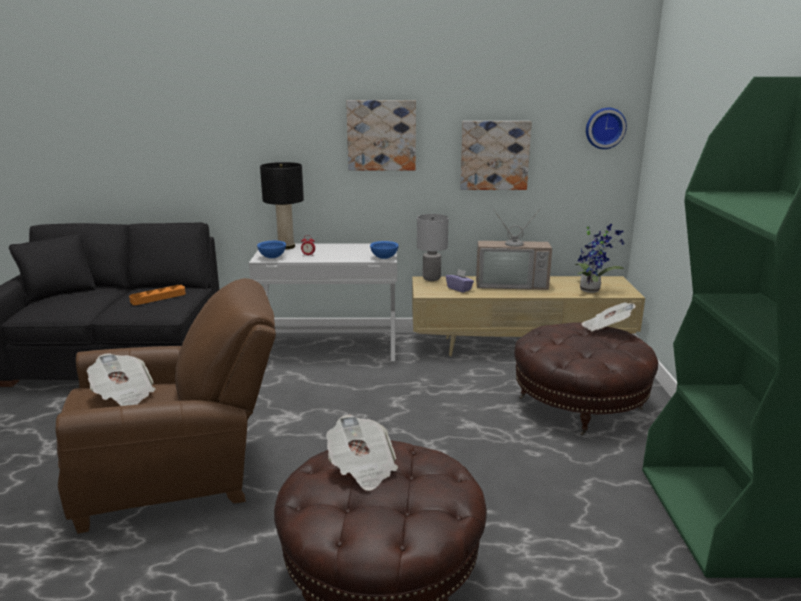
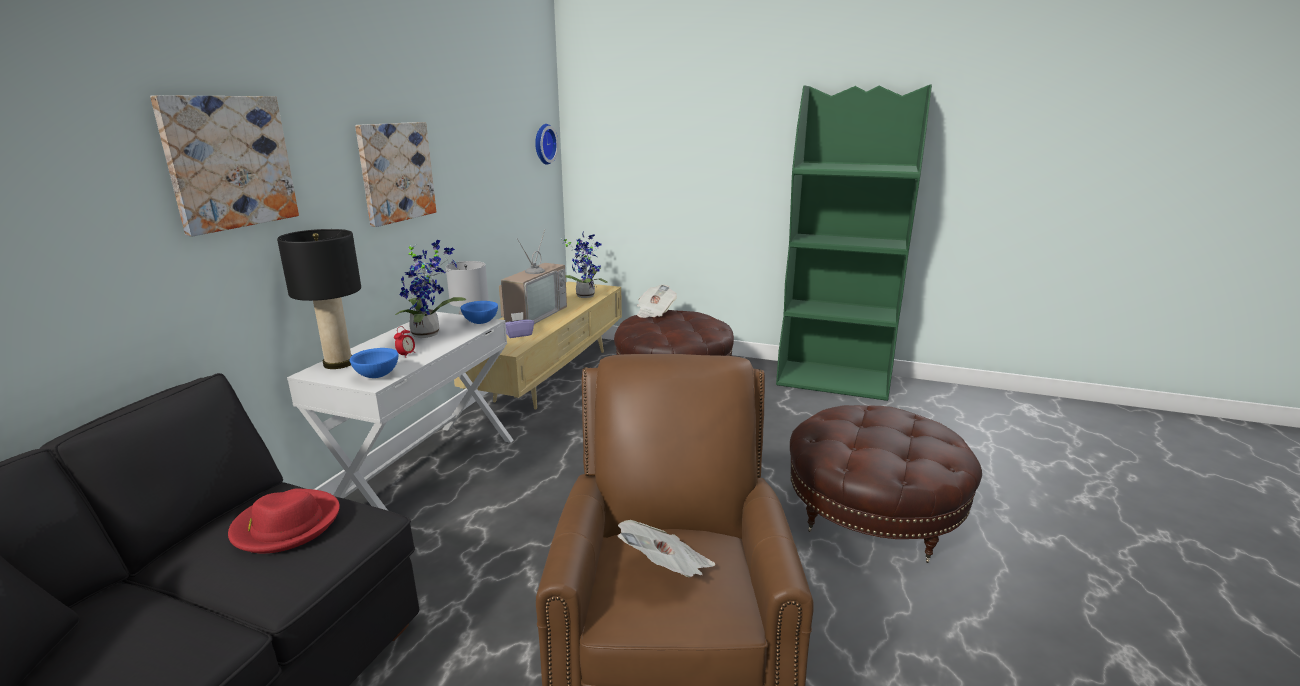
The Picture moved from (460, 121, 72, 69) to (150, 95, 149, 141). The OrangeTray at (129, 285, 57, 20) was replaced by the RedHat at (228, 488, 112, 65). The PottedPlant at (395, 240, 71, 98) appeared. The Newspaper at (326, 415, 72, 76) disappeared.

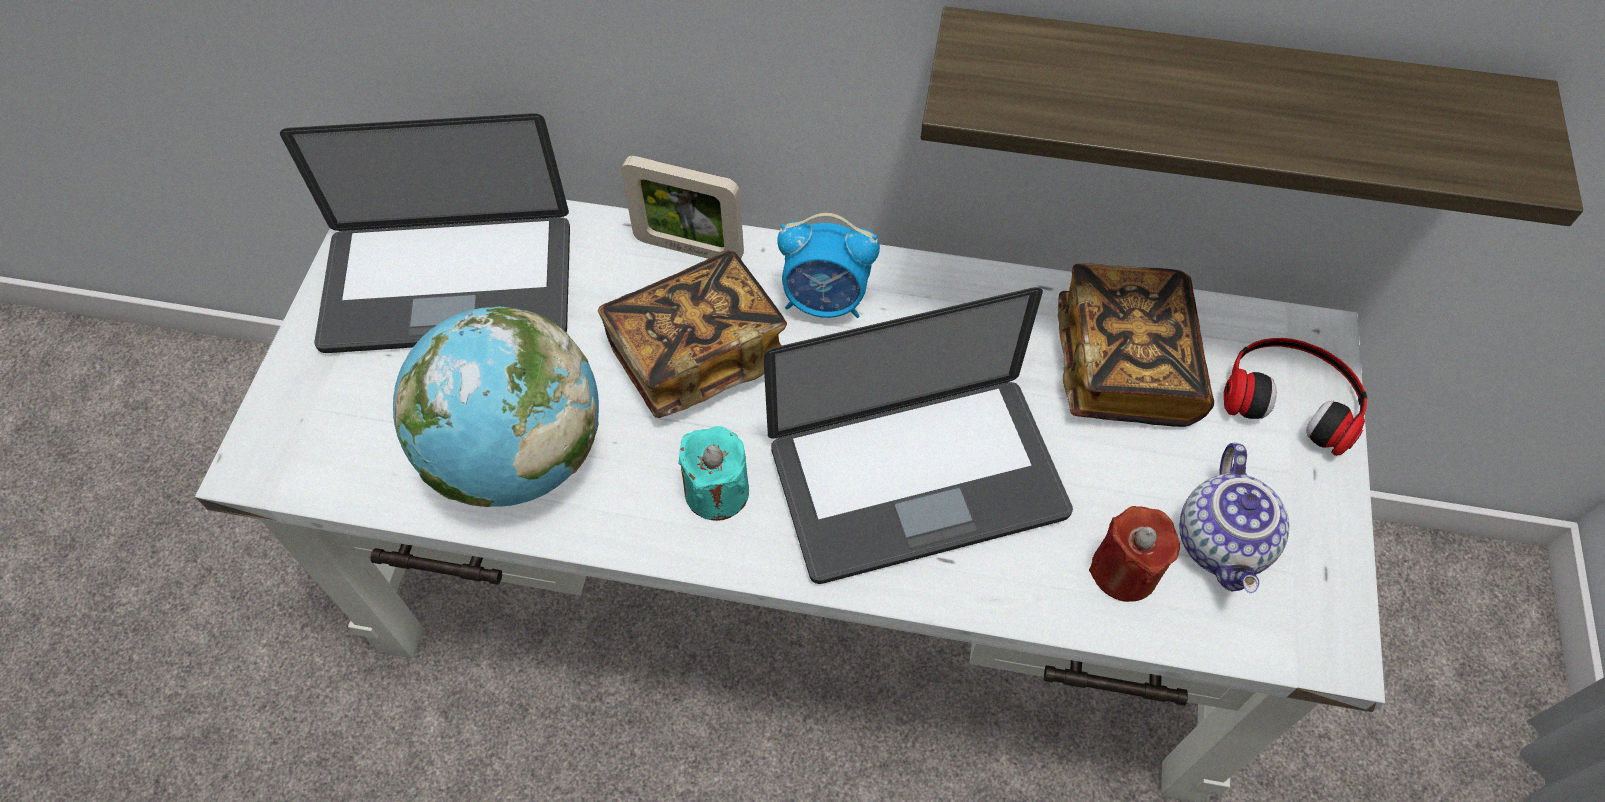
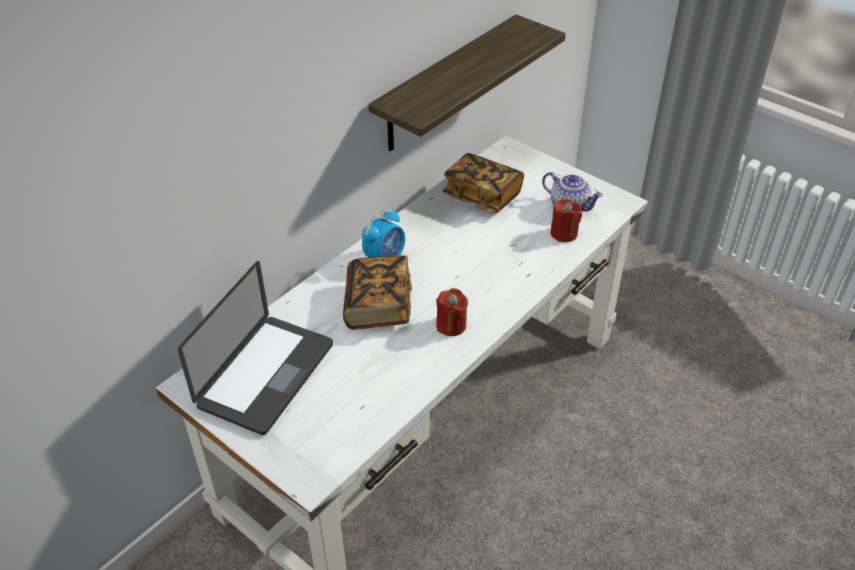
The TurquoiseCandle at (678, 426, 71, 95) became the RedCandle at (436, 288, 32, 48). The Globe at (393, 306, 206, 201) disappeared. The PictureFrame at (621, 156, 123, 103) disappeared. The Laptop at (763, 287, 310, 297) disappeared. The Headphones at (1223, 338, 144, 118) disappeared.

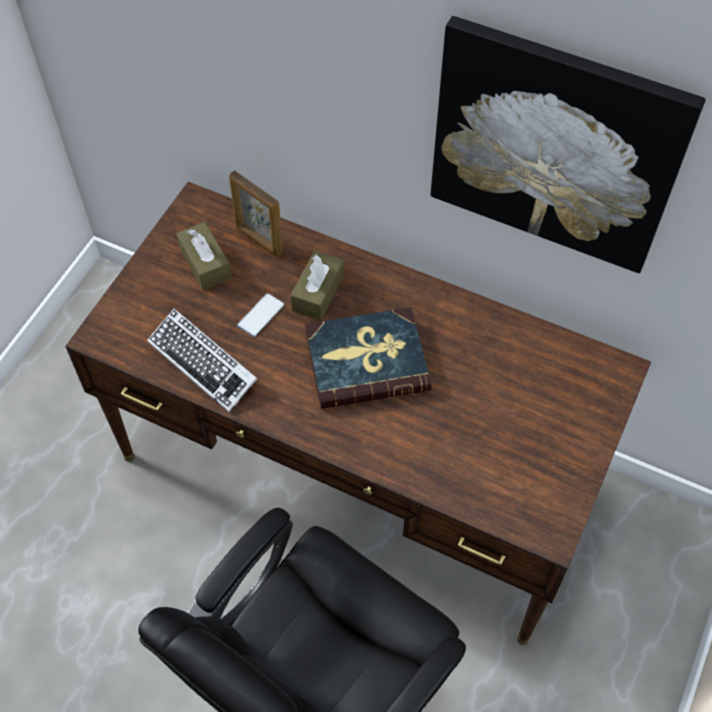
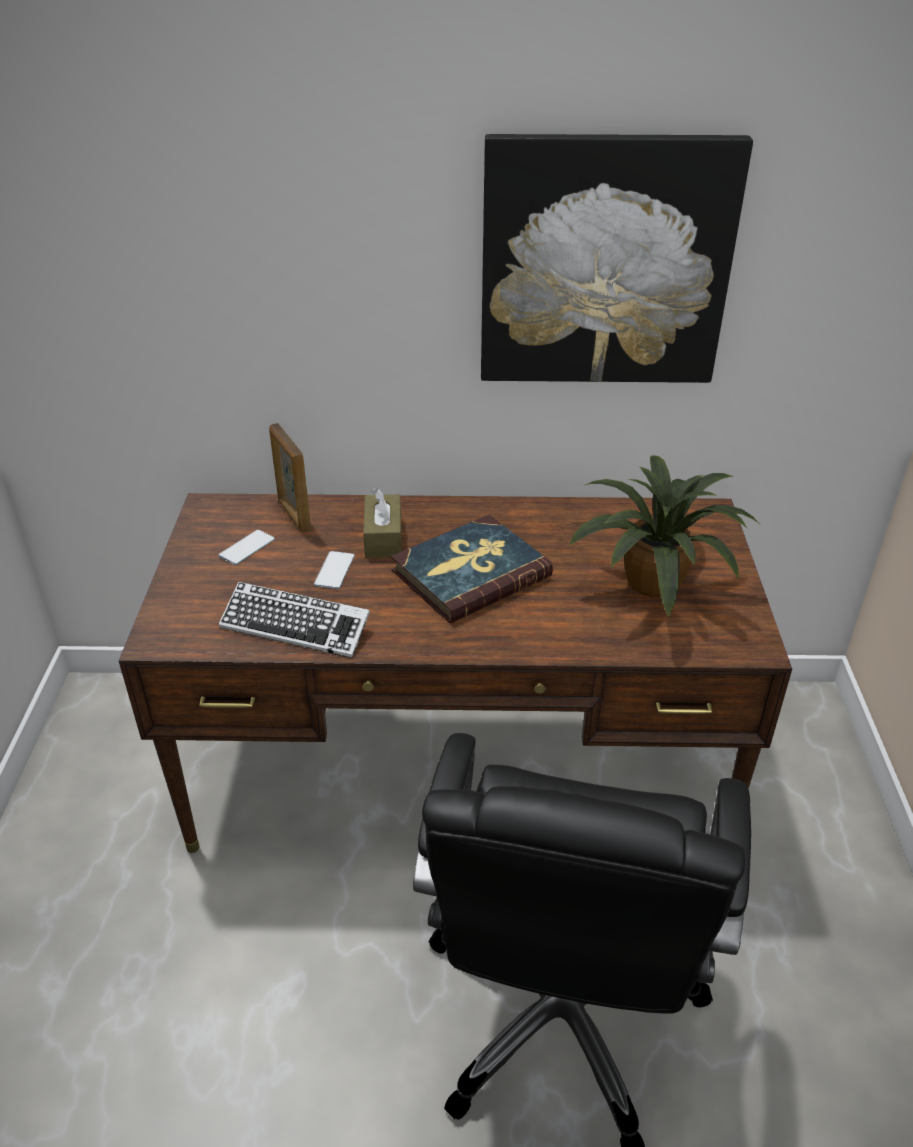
The BrownTissueBox at (176, 222, 56, 68) was replaced by the Phone at (218, 530, 57, 35). The PictureFrame at (229, 170, 54, 87) turned 45 degrees clockwise. The PottedPlant at (569, 455, 190, 163) appeared.

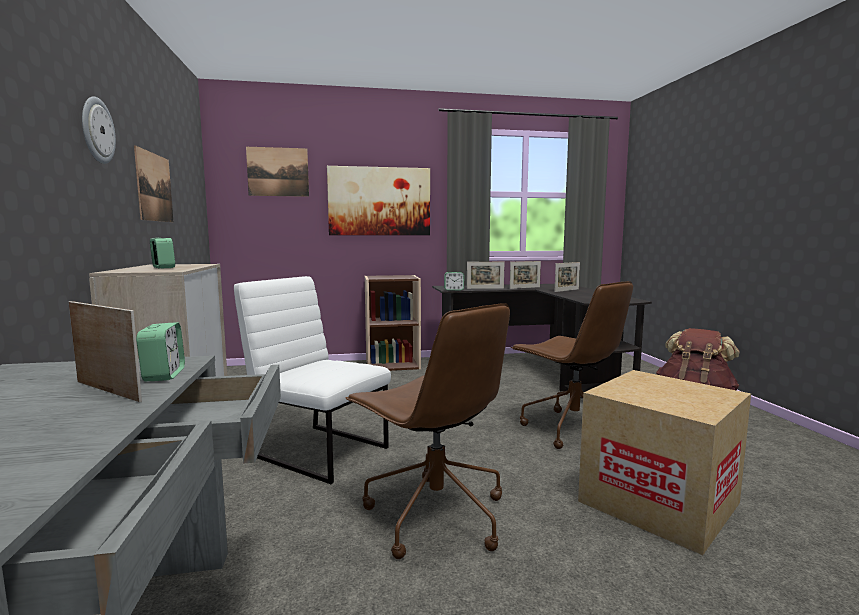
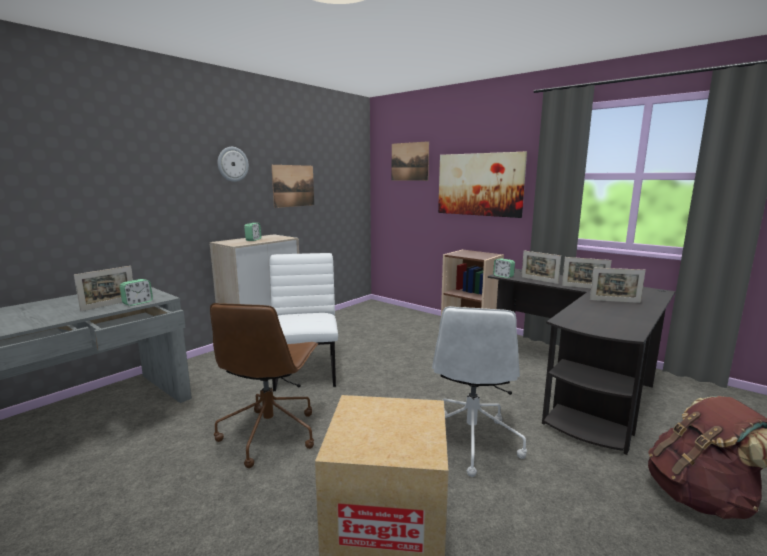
The PictureFrame at (69, 301, 73, 101) turned 45 degrees clockwise. The BrownOfficeChair at (511, 281, 122, 168) became the WhiteOfficeChair at (432, 306, 95, 171).

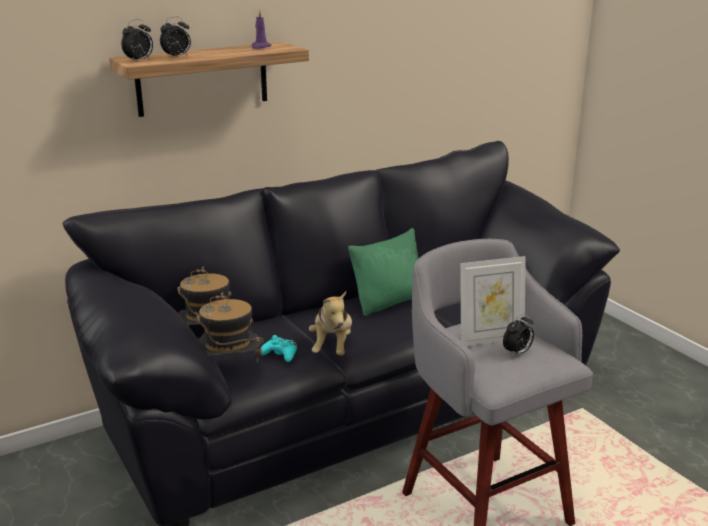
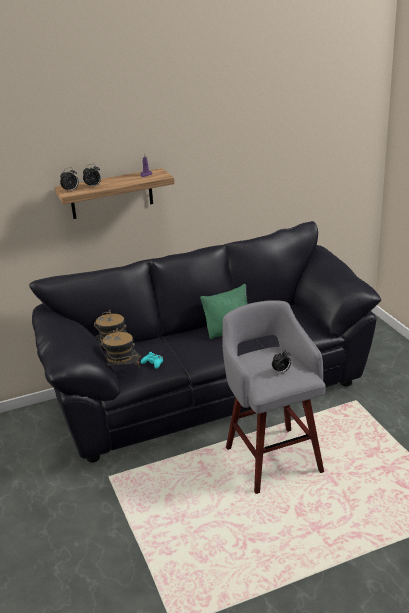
The PlushToy at (309, 291, 43, 65) disappeared. The PictureFrame at (460, 256, 66, 90) disappeared.

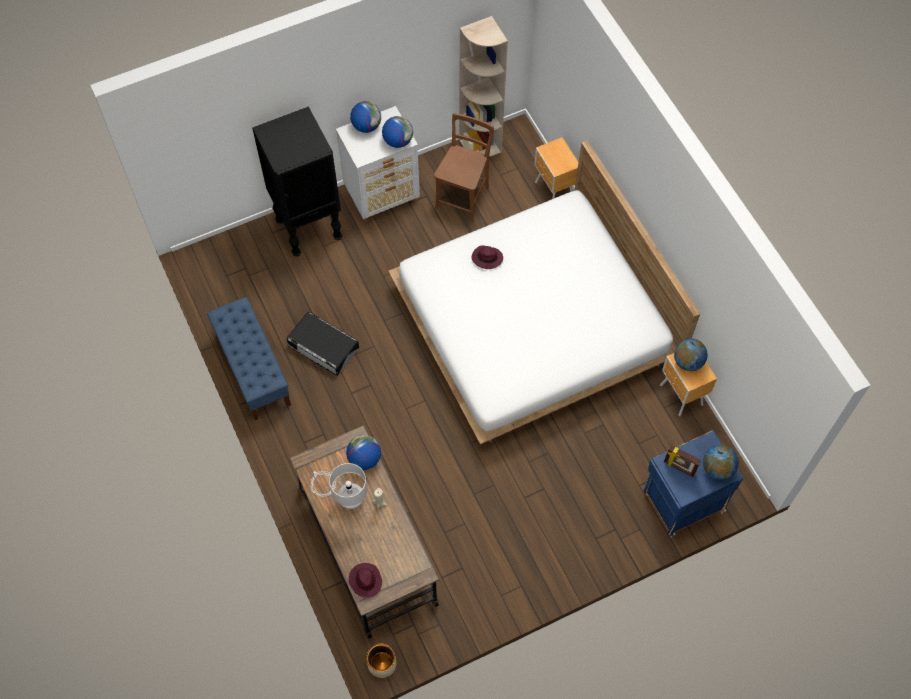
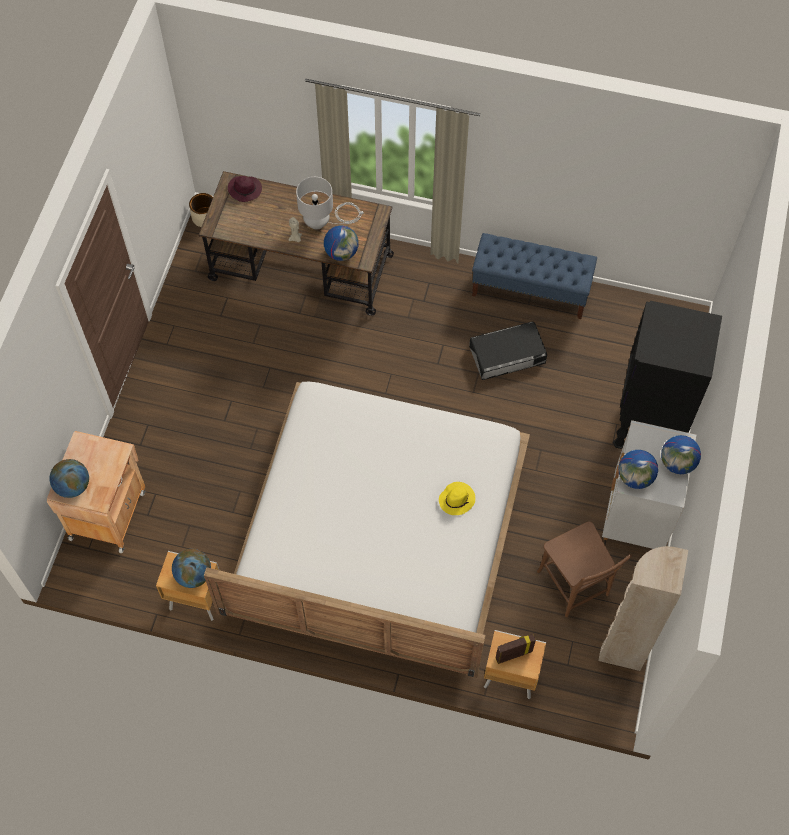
The BlueCart at (644, 430, 100, 108) became the BrownCart at (47, 431, 99, 122). The PurpleHat at (472, 245, 31, 24) became the YellowHat at (439, 482, 36, 33). The PictureFrame moved from (664, 445, 37, 32) to (496, 634, 40, 30).

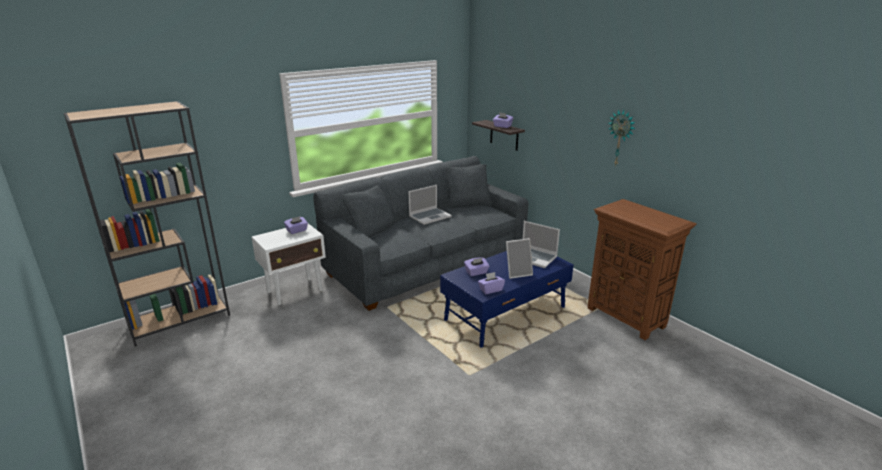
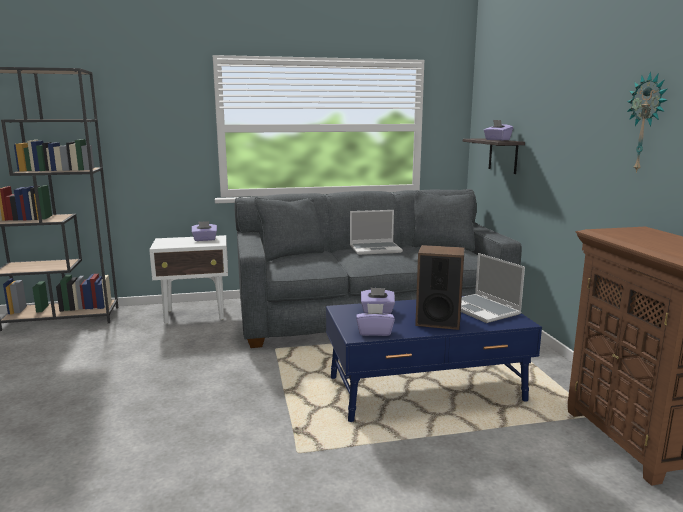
The PictureFrame at (506, 238, 27, 41) was replaced by the Speaker at (415, 245, 50, 85).

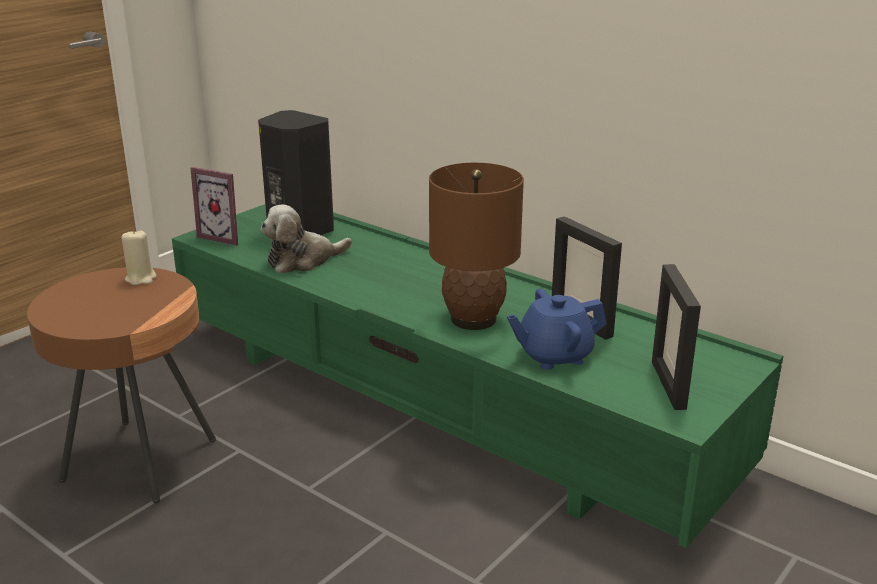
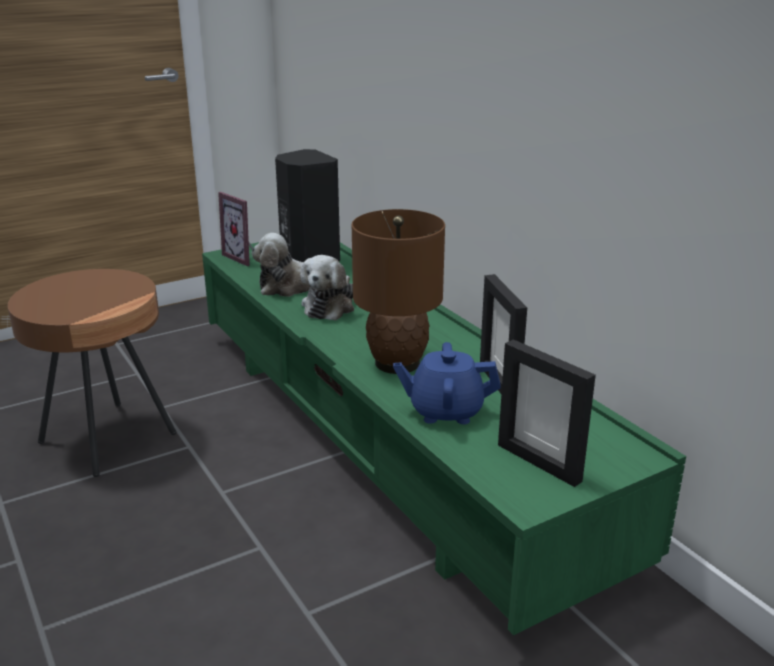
The PlushToy at (300, 255, 54, 66) appeared. The PictureFrame at (652, 264, 49, 146) turned 60 degrees counterclockwise. The BeigeCandle at (121, 229, 35, 56) disappeared.

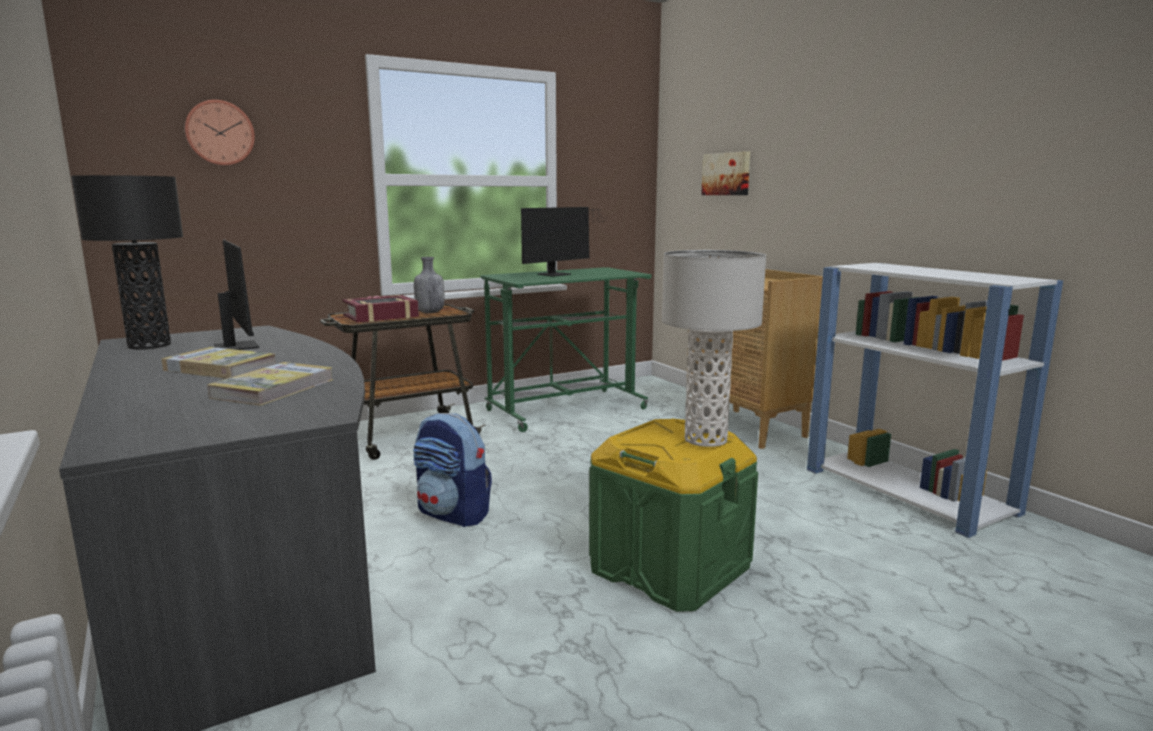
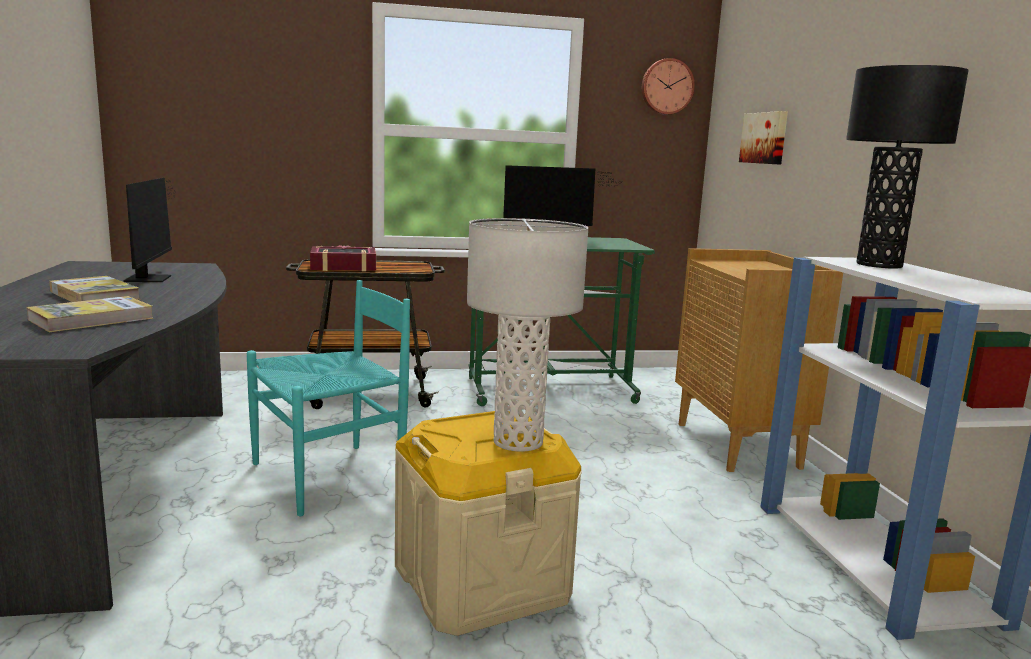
The Backpack at (413, 413, 79, 114) was replaced by the TurquoiseChair at (247, 280, 163, 237). The GreenStorageBox at (589, 419, 169, 193) became the BeigeStorageBox at (395, 411, 187, 225). The WallClock moved from (185, 100, 70, 66) to (642, 58, 53, 57). The BlackTableLamp moved from (71, 175, 112, 175) to (846, 65, 123, 204). The GreyBottle at (414, 257, 30, 56) disappeared.

